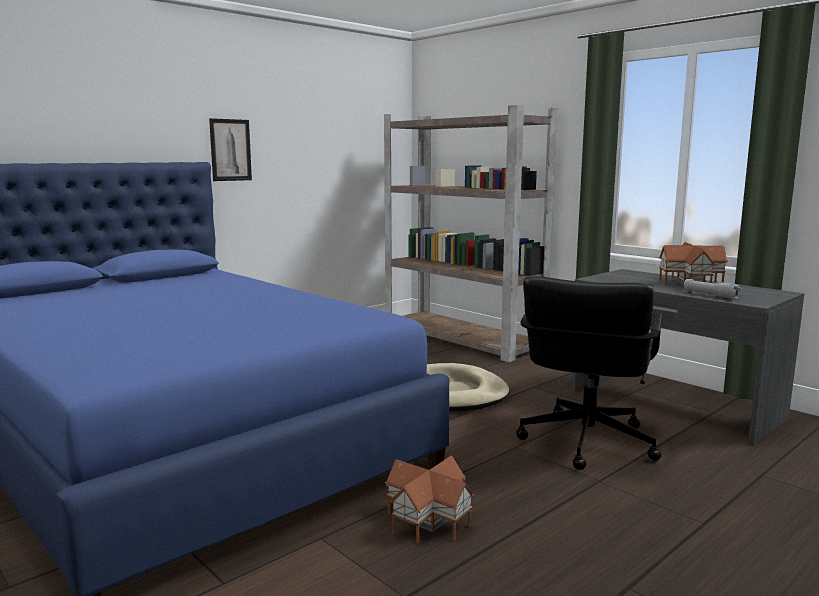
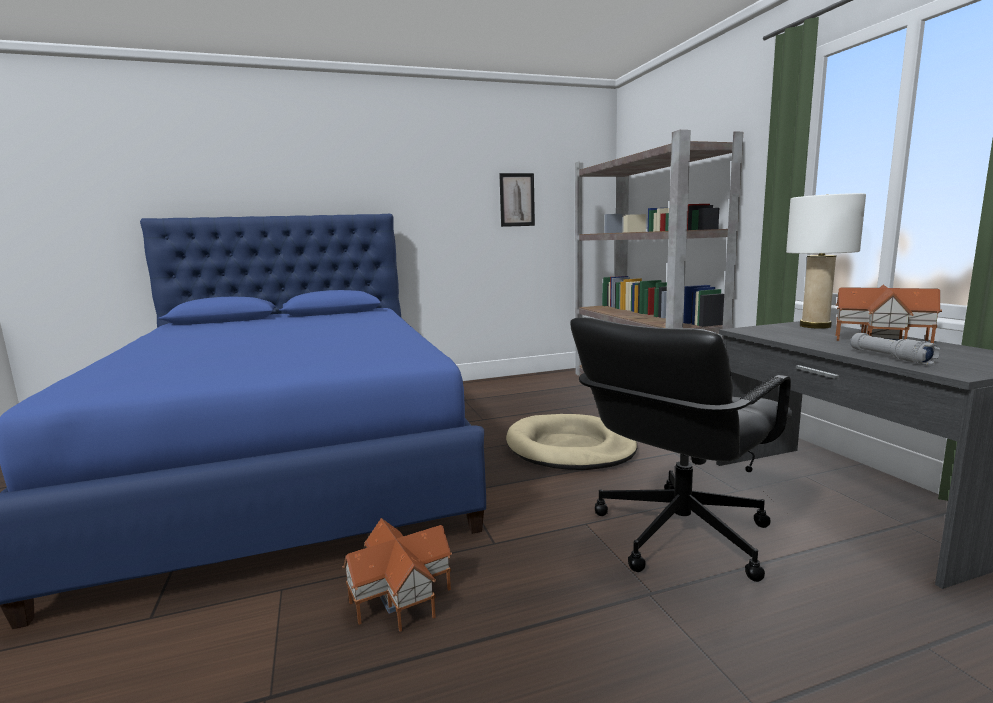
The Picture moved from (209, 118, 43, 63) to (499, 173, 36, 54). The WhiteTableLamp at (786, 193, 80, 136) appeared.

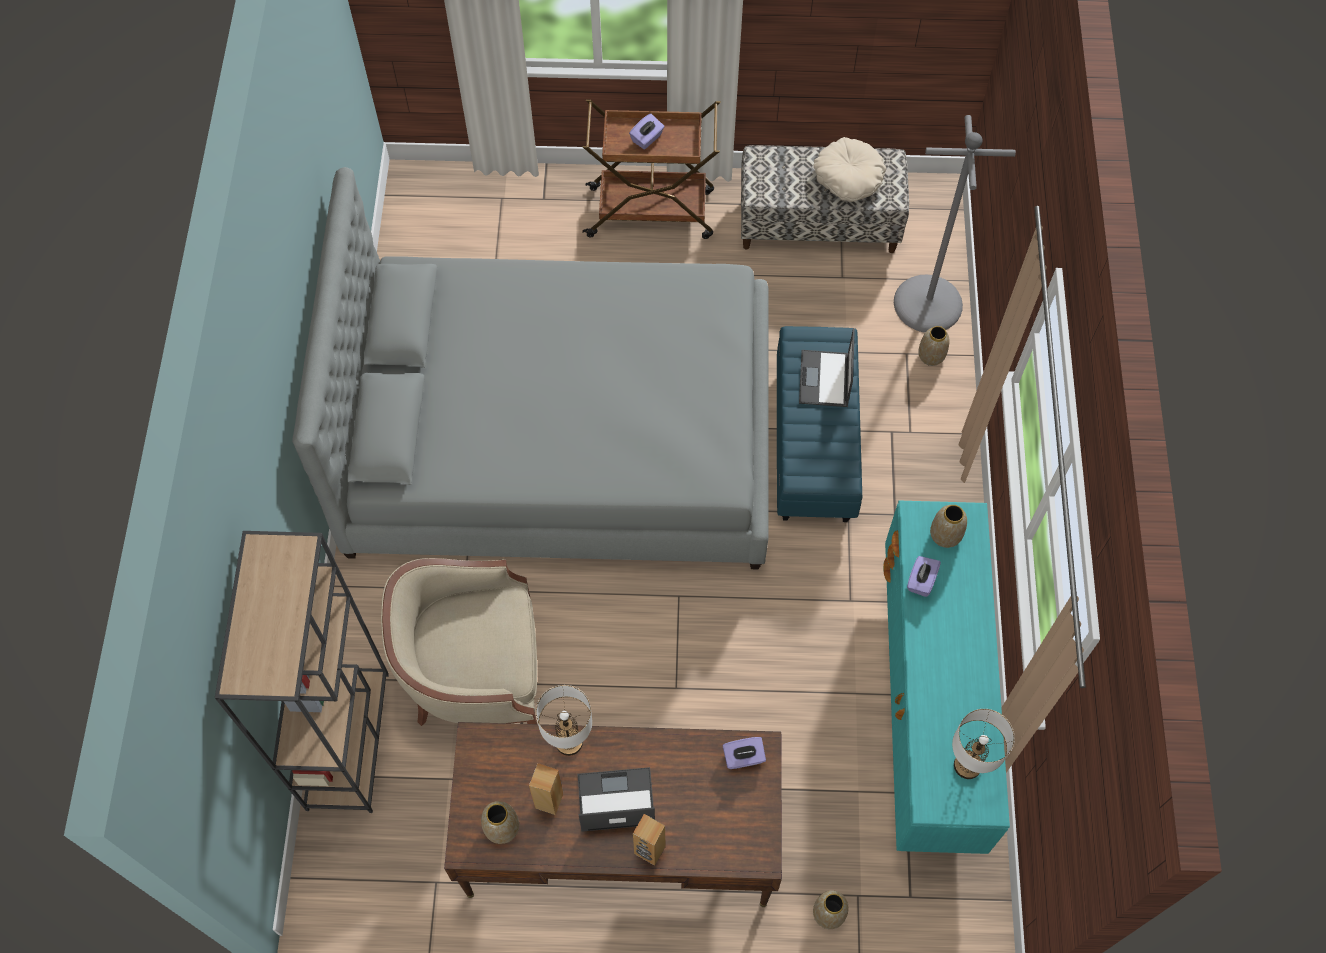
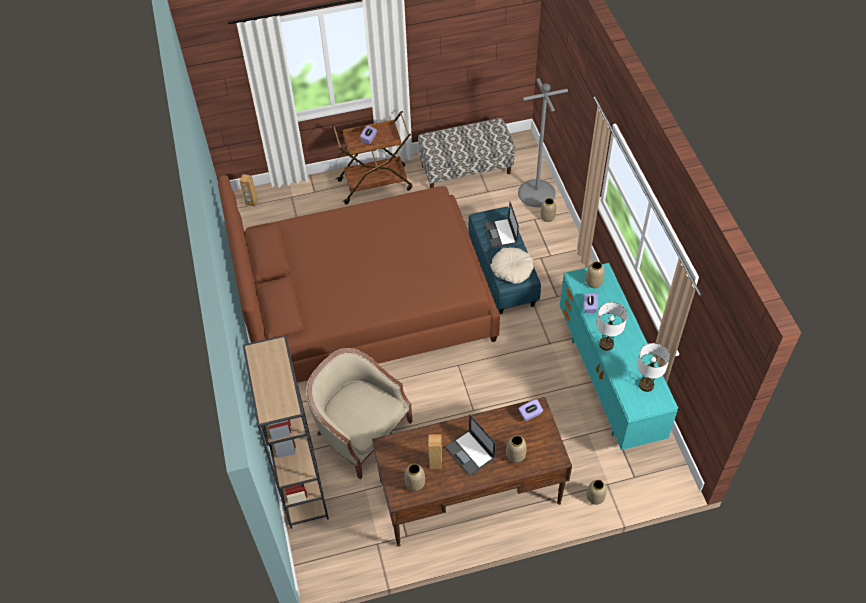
The GreyBed at (292, 167, 477, 403) became the BrownBed at (218, 175, 282, 208). The BrownSpeaker moved from (633, 814, 33, 52) to (240, 174, 18, 33). The BeigeArmchair at (381, 558, 156, 168) turned 60 degrees clockwise. The Laptop at (578, 767, 77, 65) turned 105 degrees counterclockwise. The BeigePillow moved from (814, 137, 72, 65) to (490, 247, 43, 37). The Vase at (506, 435, 21, 28) appeared. The TableLamp moved from (536, 685, 57, 71) to (596, 302, 31, 49).

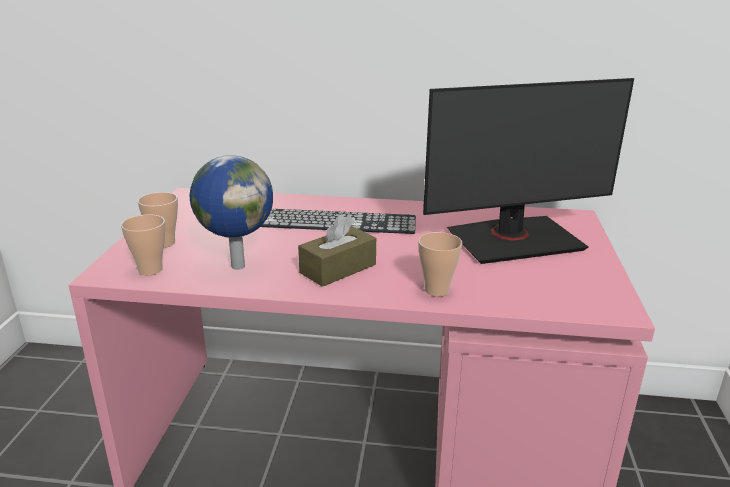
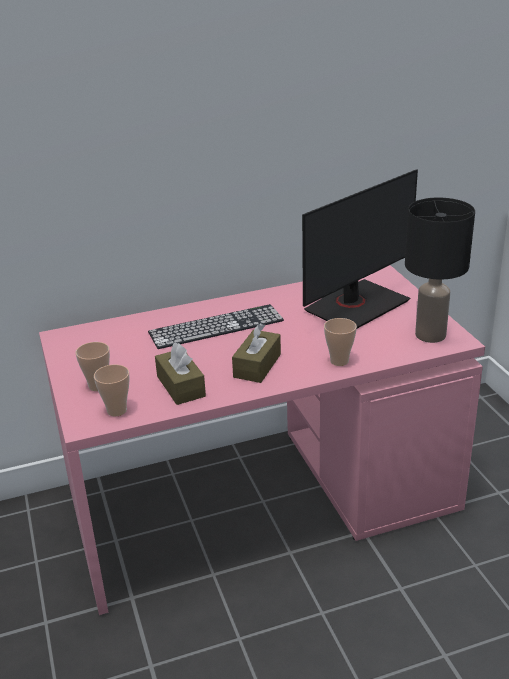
The Globe at (190, 155, 83, 115) was replaced by the BrownTissueBox at (155, 342, 51, 63). The BlackTableLamp at (405, 198, 70, 145) appeared.

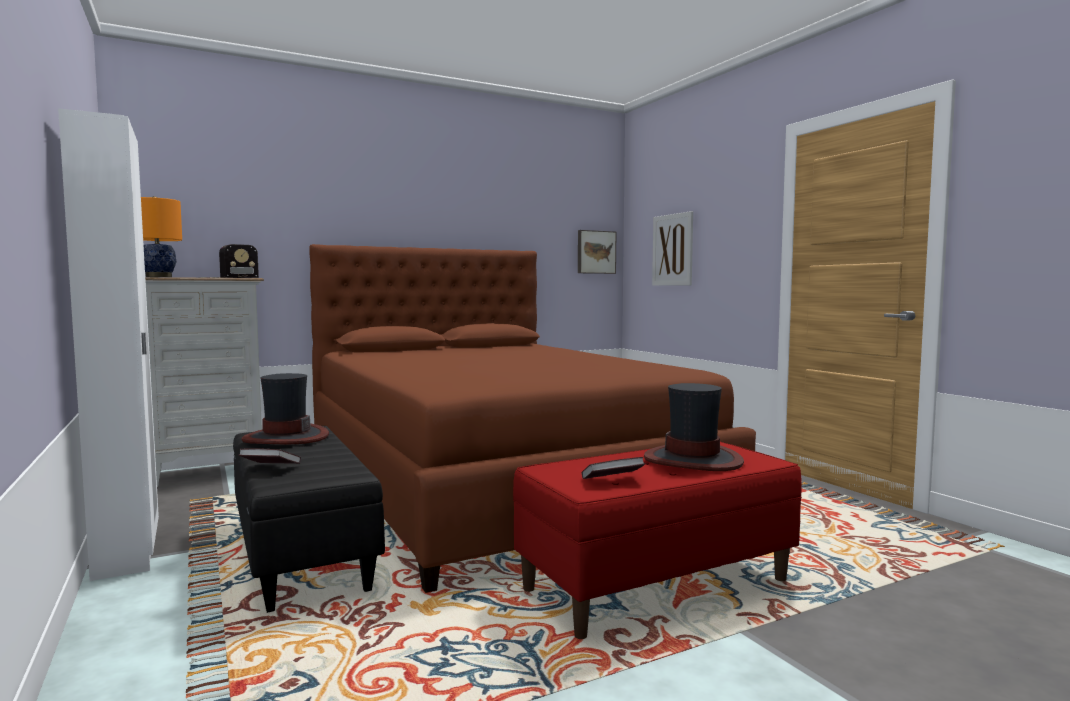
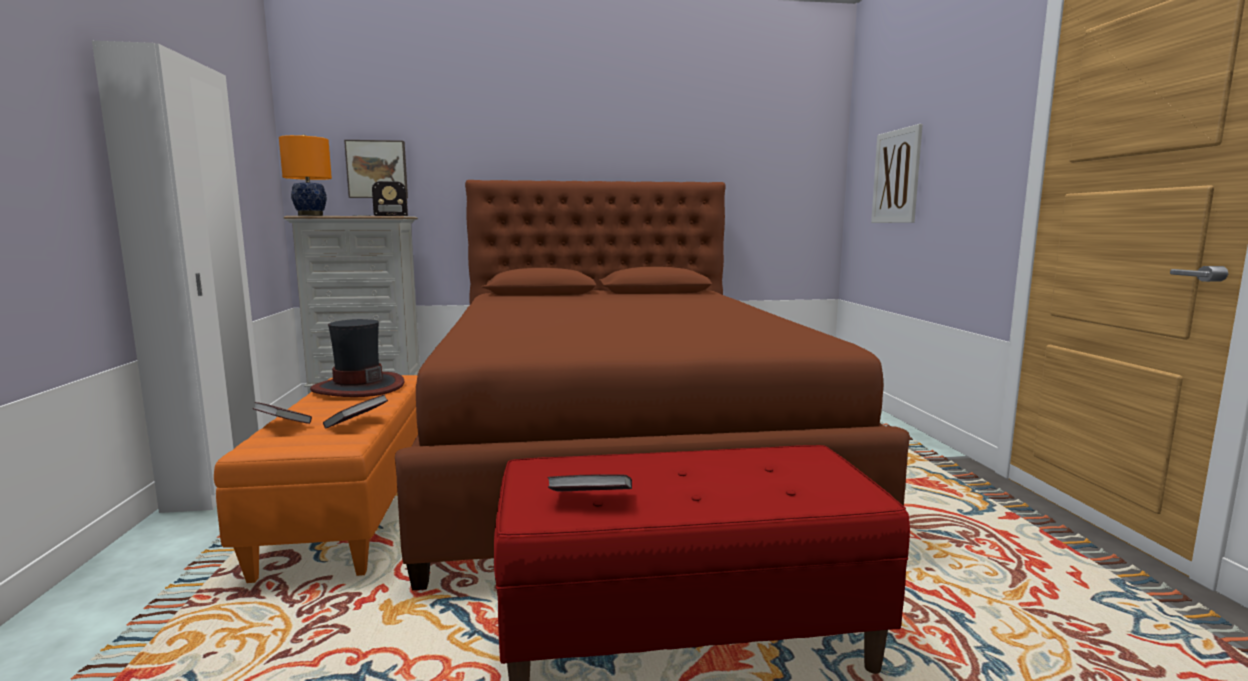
The BlackOttoman at (233, 426, 152, 187) became the OrangeOttoman at (214, 375, 204, 208). The Book at (323, 394, 65, 34) appeared. The Picture moved from (578, 230, 38, 44) to (344, 140, 64, 58). The Hat at (644, 383, 100, 88) disappeared.

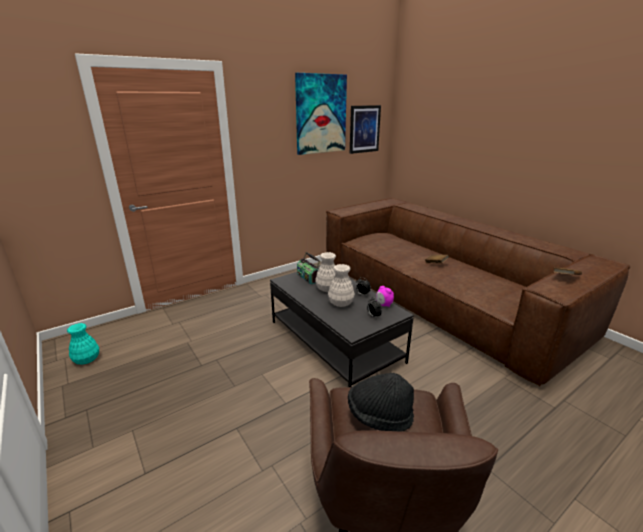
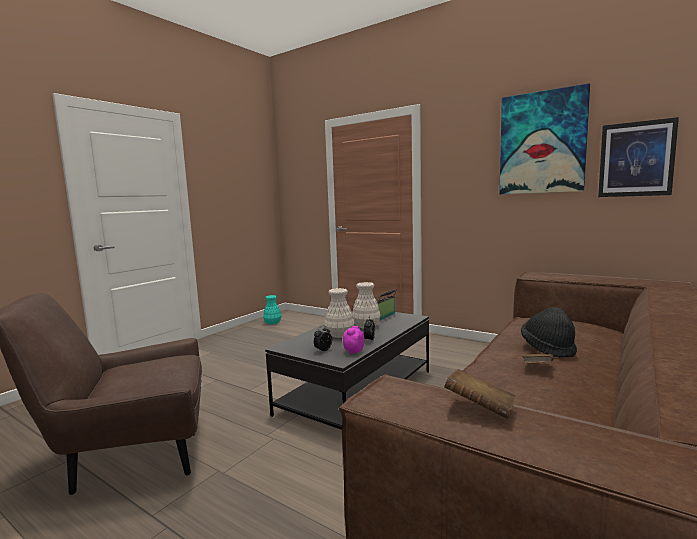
The BlackHat moved from (348, 373, 66, 59) to (521, 307, 56, 51).

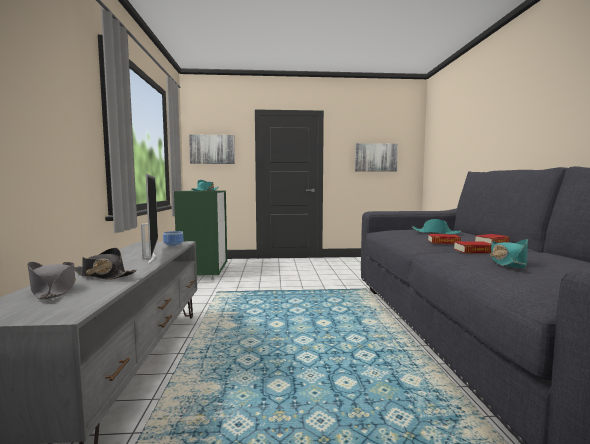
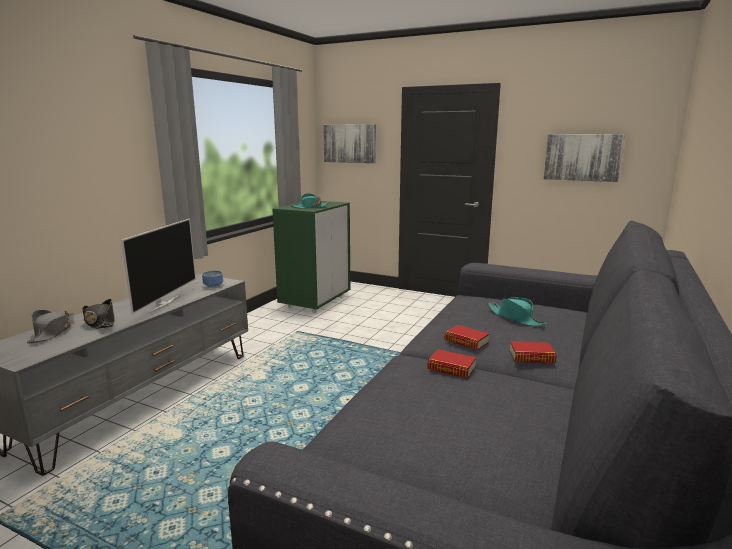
The TurquoiseHat at (490, 239, 38, 29) disappeared.

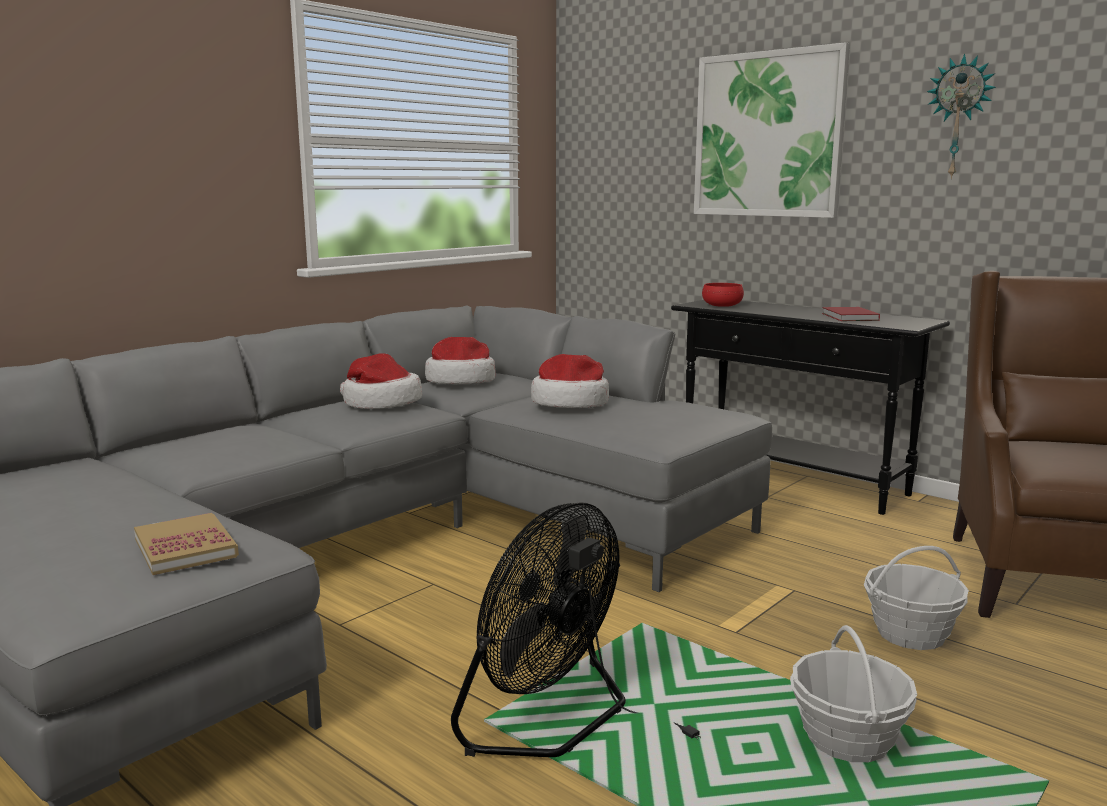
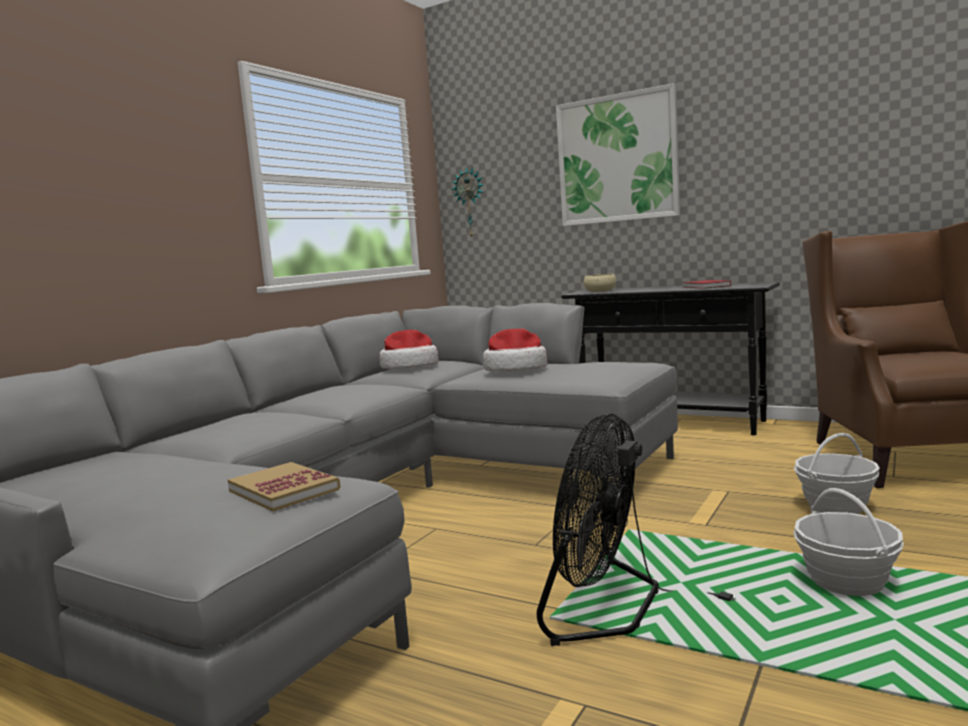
The WallClock moved from (927, 54, 69, 125) to (452, 167, 32, 72). The RedBowl at (702, 283, 42, 24) became the BeigeBowl at (584, 274, 32, 18). The Hat at (340, 353, 82, 56) disappeared.

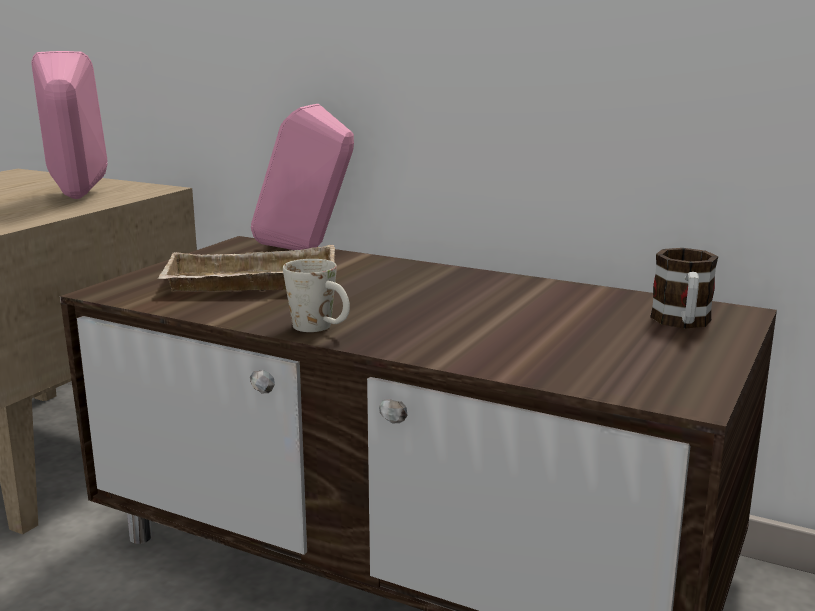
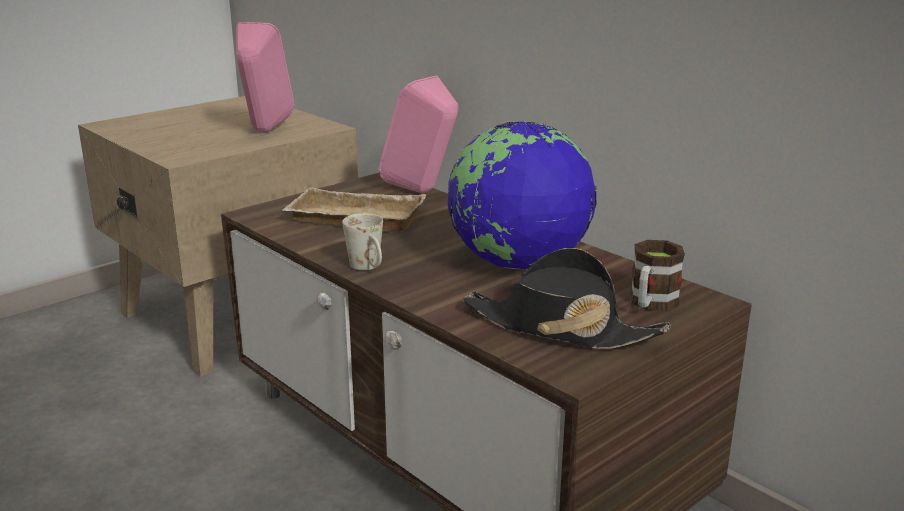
The Globe at (448, 121, 148, 148) appeared. The BlackHat at (463, 248, 207, 101) appeared.

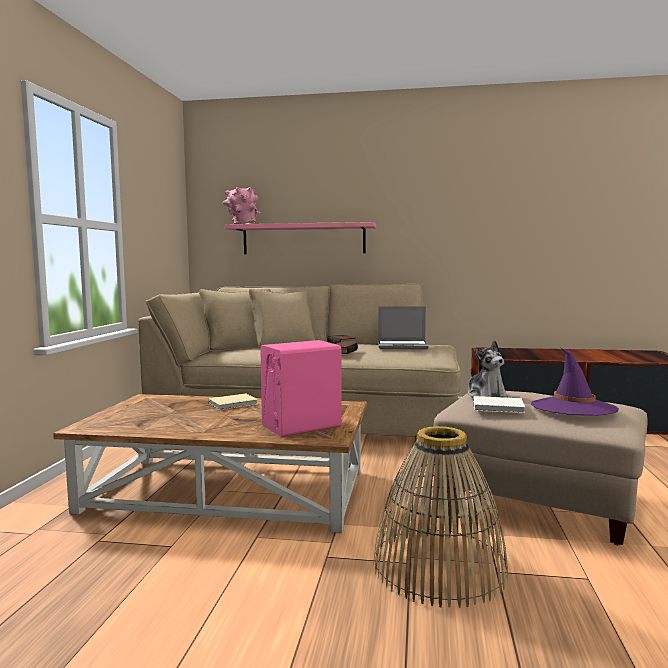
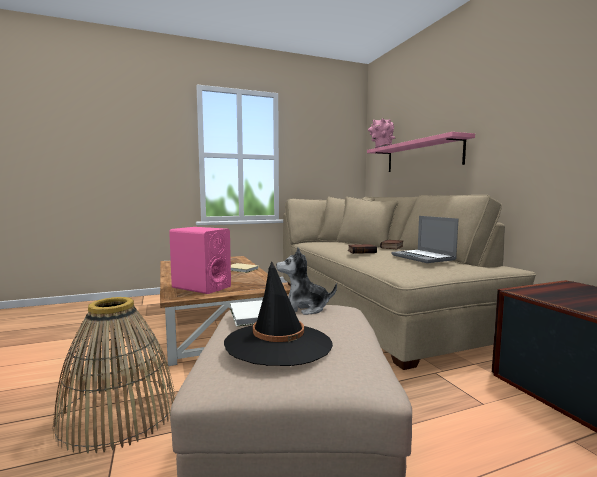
The PurpleHat at (531, 348, 88, 68) became the BlackHat at (224, 261, 109, 105). The PlushToy at (468, 340, 42, 58) turned 45 degrees clockwise.

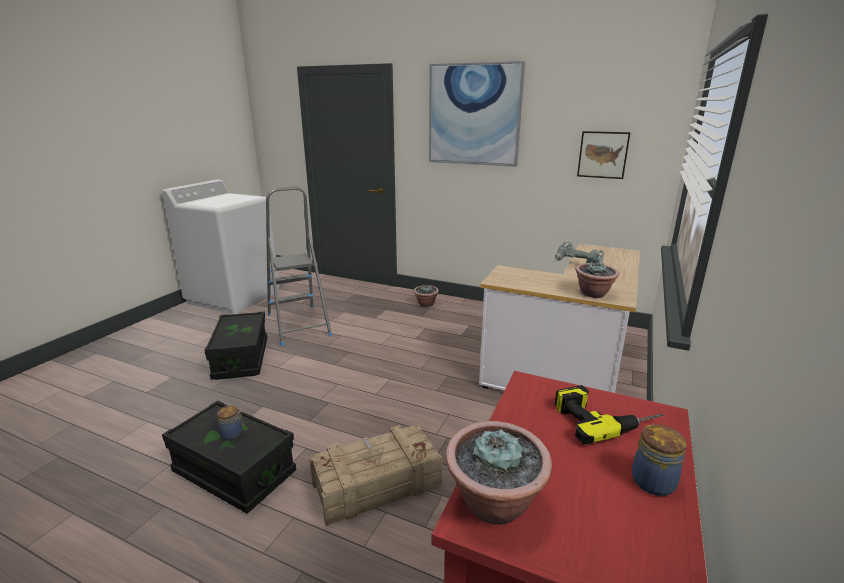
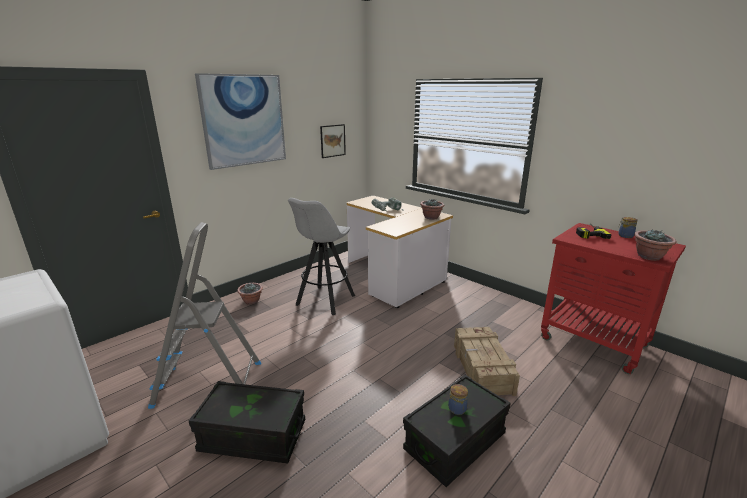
The GreyStool at (288, 198, 67, 117) appeared.

